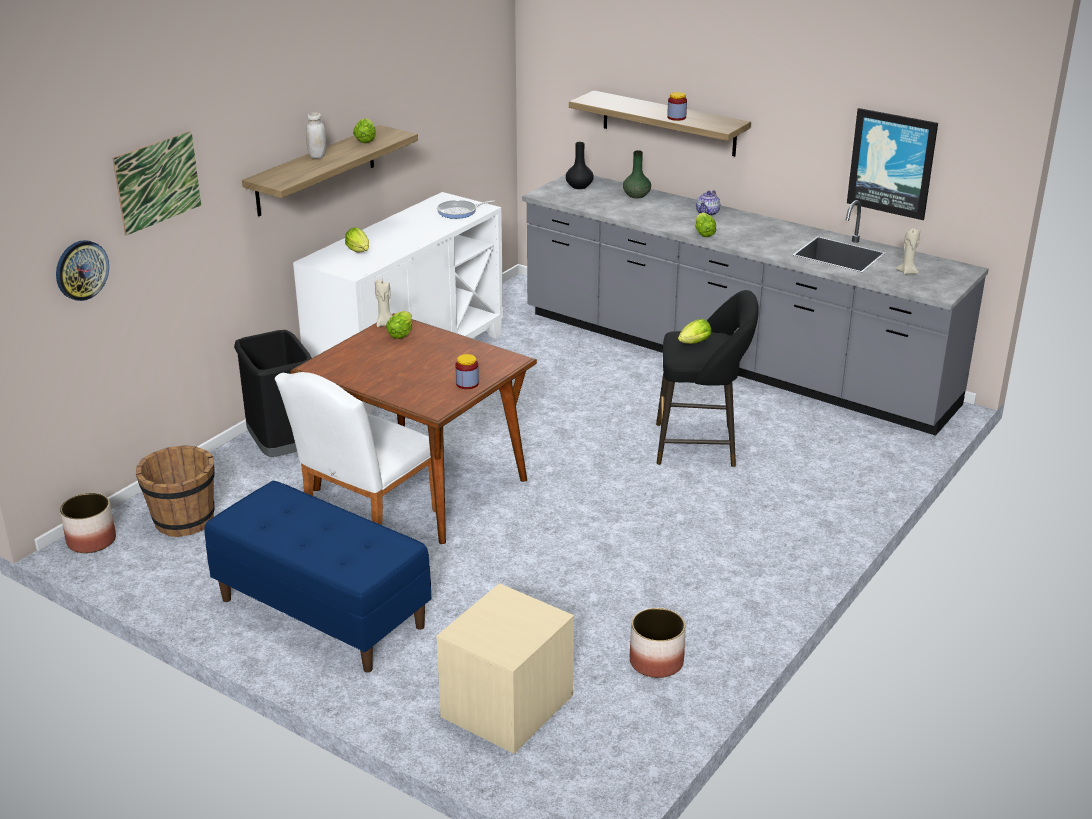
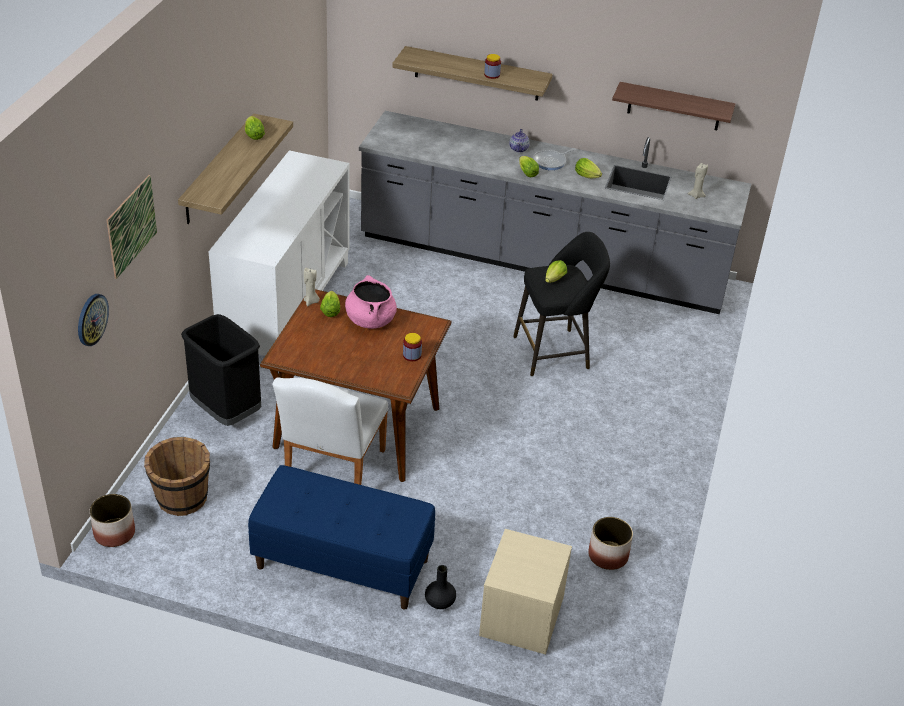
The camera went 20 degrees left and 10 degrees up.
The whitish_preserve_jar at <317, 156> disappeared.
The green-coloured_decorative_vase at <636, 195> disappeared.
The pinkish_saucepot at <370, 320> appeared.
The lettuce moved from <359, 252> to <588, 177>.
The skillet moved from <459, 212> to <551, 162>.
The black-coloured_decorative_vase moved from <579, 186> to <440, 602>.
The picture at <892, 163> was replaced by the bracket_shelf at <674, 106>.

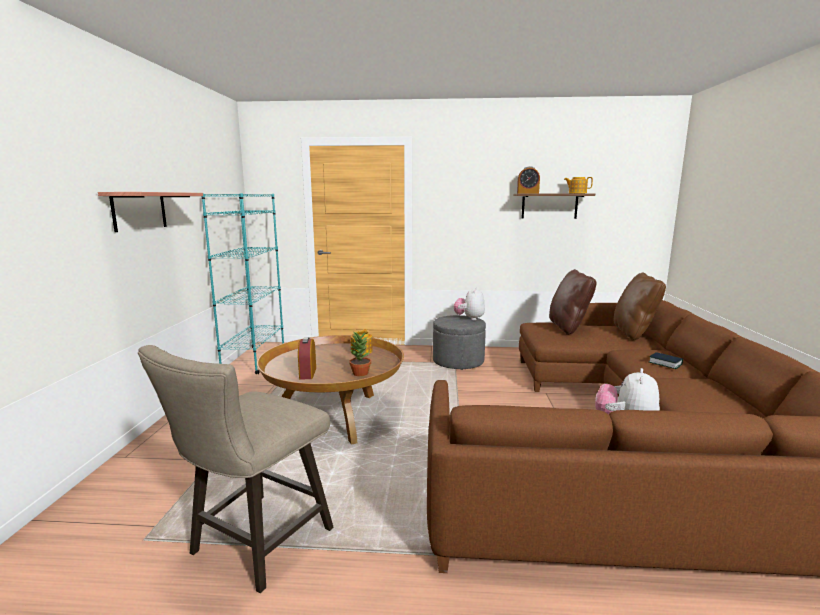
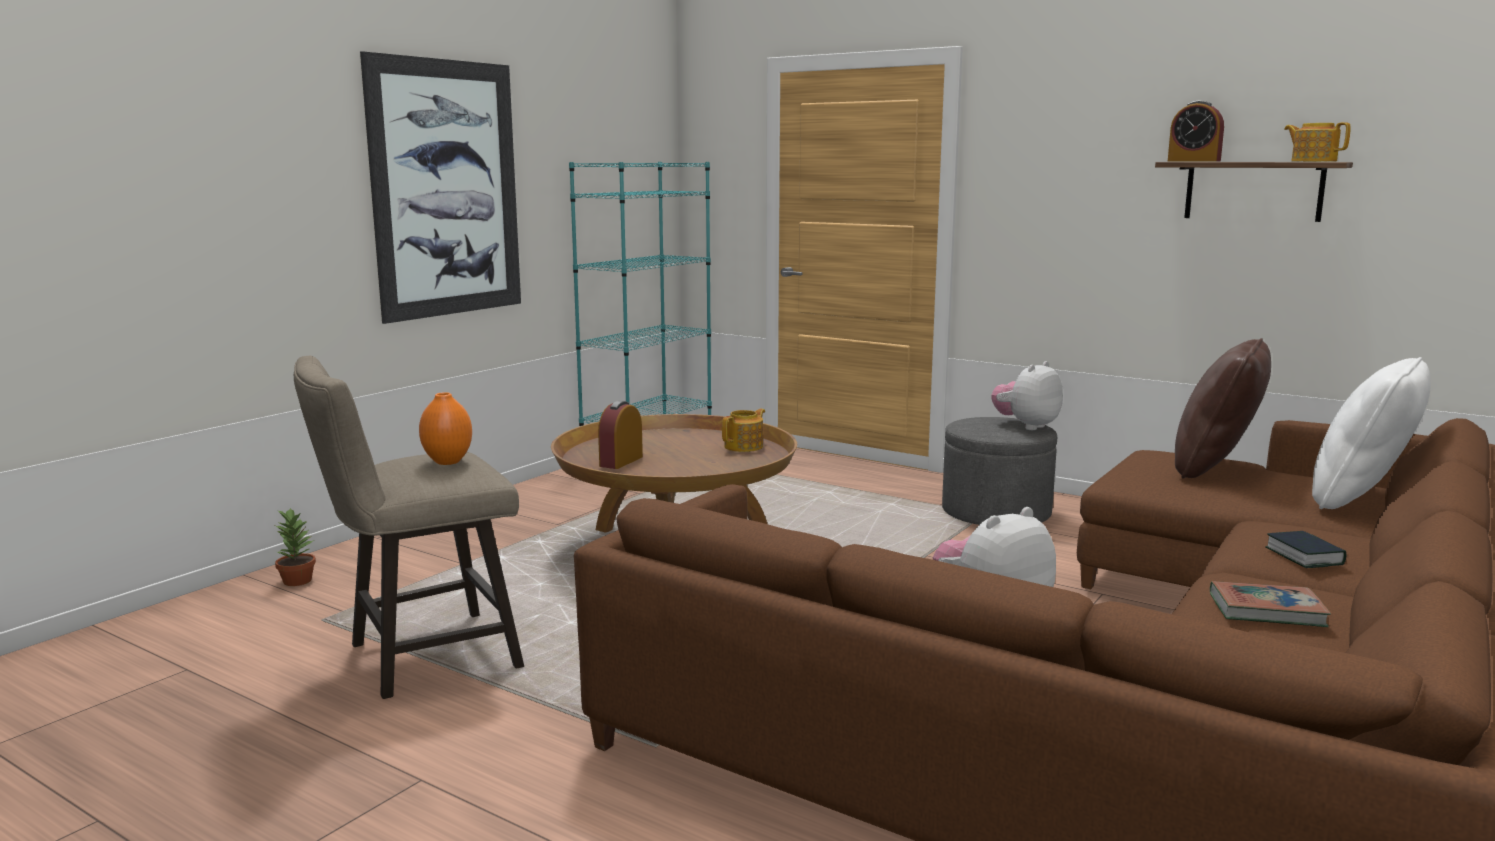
The camera went 30 degrees right and 0 degrees up.
The orange_decorative_vase at <447, 461> appeared.
The bound_book at <1266, 610> appeared.
The houseplant moved from <360, 373> to <297, 581>.
The bracket_shelf at <139, 211> was replaced by the picture at <446, 189>.
The brown-coloured_throw_pillow at <634, 333> became the whitish_throw_pillow at <1361, 499>.

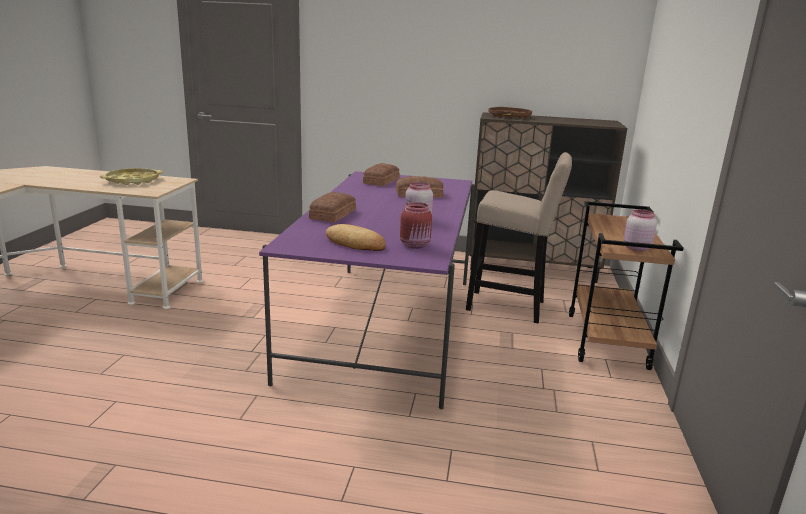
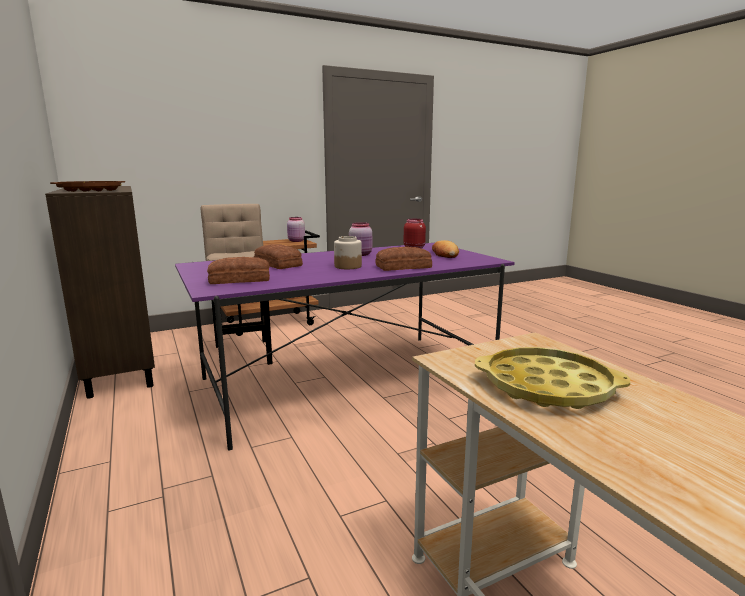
The camera went 125 degrees left and 5 degrees down.
The preserve_jar at <347, 266> appeared.

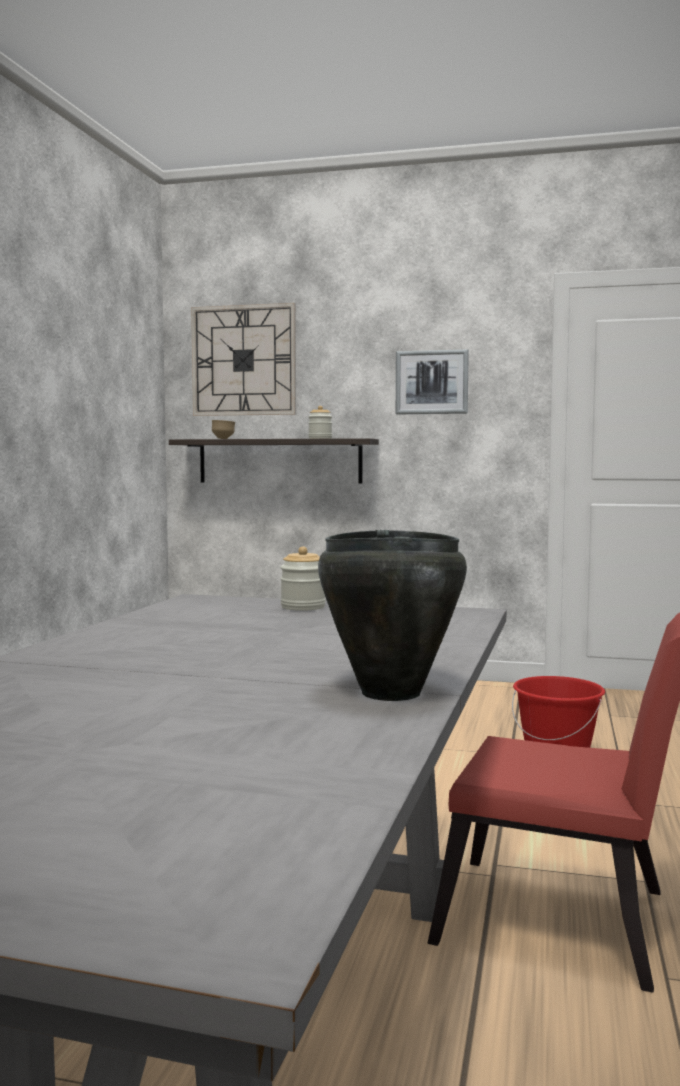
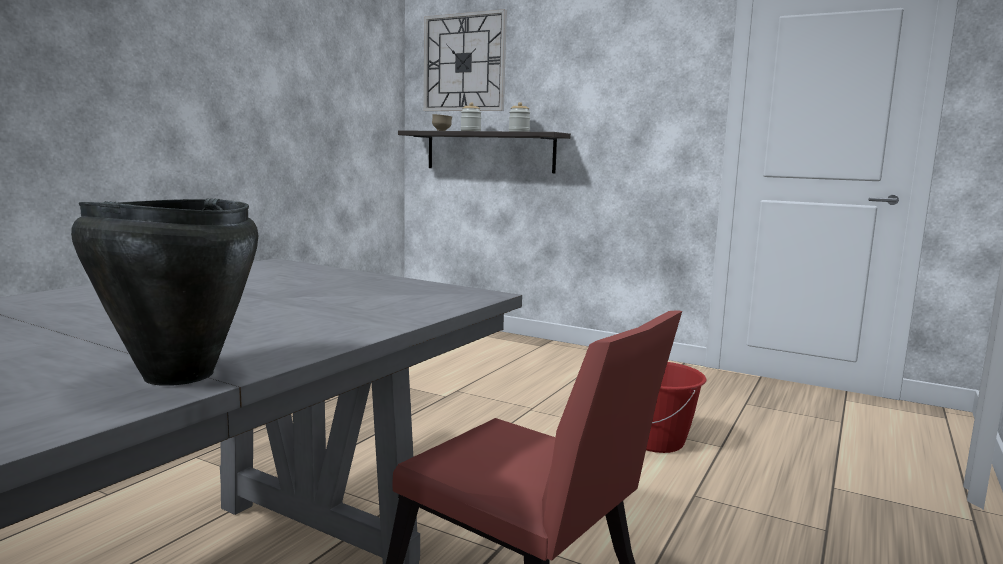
The camera went 15 degrees right and 5 degrees up.
The picture at <432, 382> disappeared.
The preserve_jar moved from <303, 607> to <470, 131>.

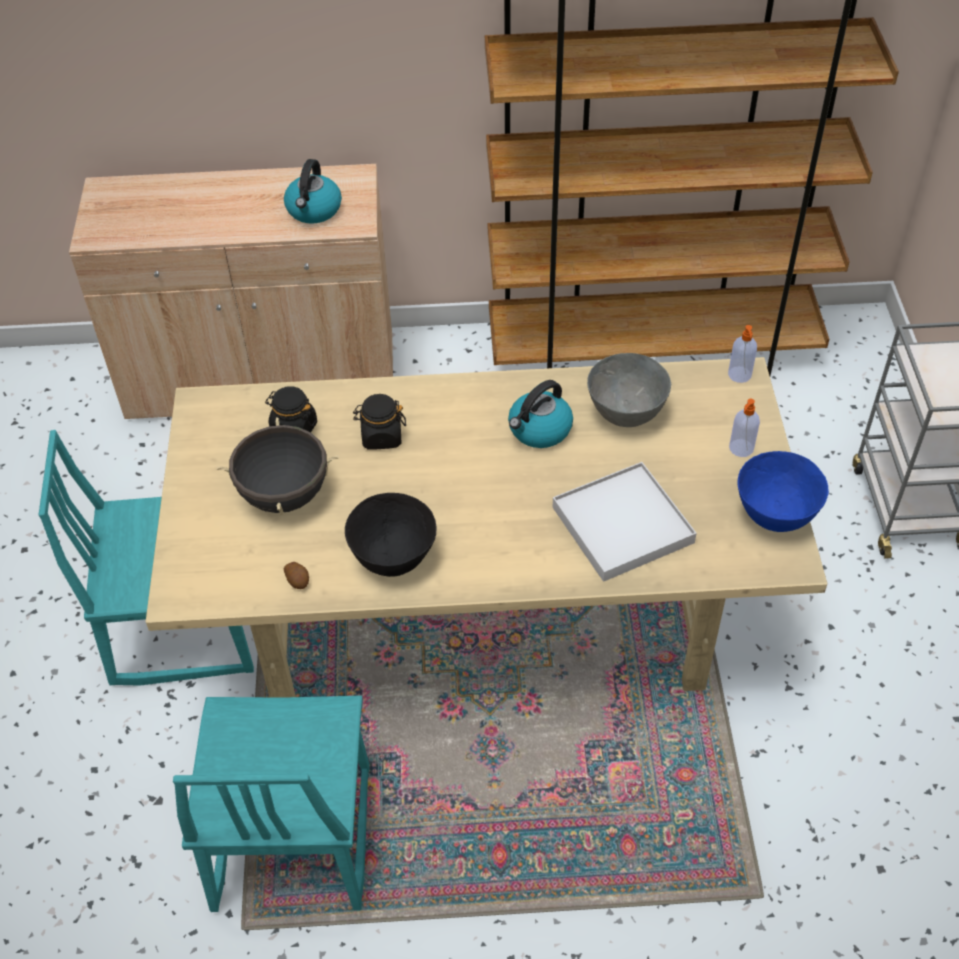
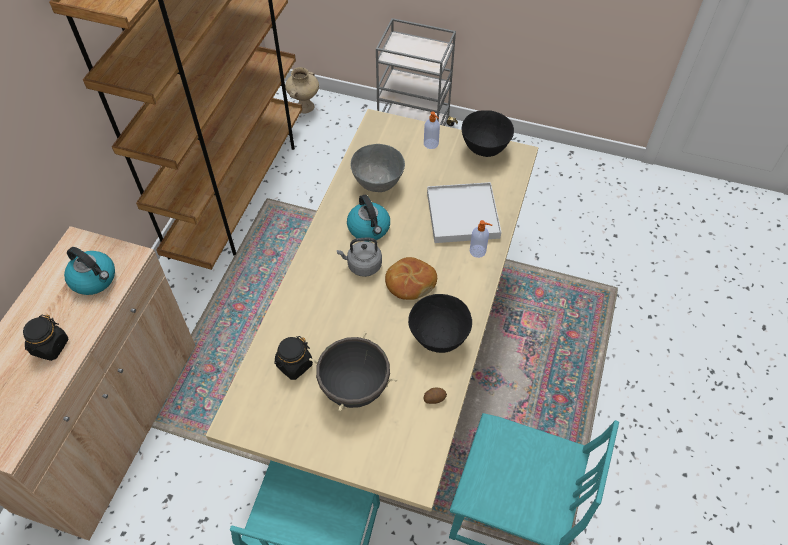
The camera went 70 degrees left and 5 degrees up.
The beige_decorative_vase at <304, 106> appeared.
The grey_kettle at <362, 265> appeared.
The bread at <410, 283> appeared.
The black-coloured_preserve_jar moved from <381, 436> to <50, 346>.
The liquid_soap_bottle moved from <739, 375> to <478, 251>.
The blue_bowl at <775, 516> became the black-coloured_bowl at <485, 148>.

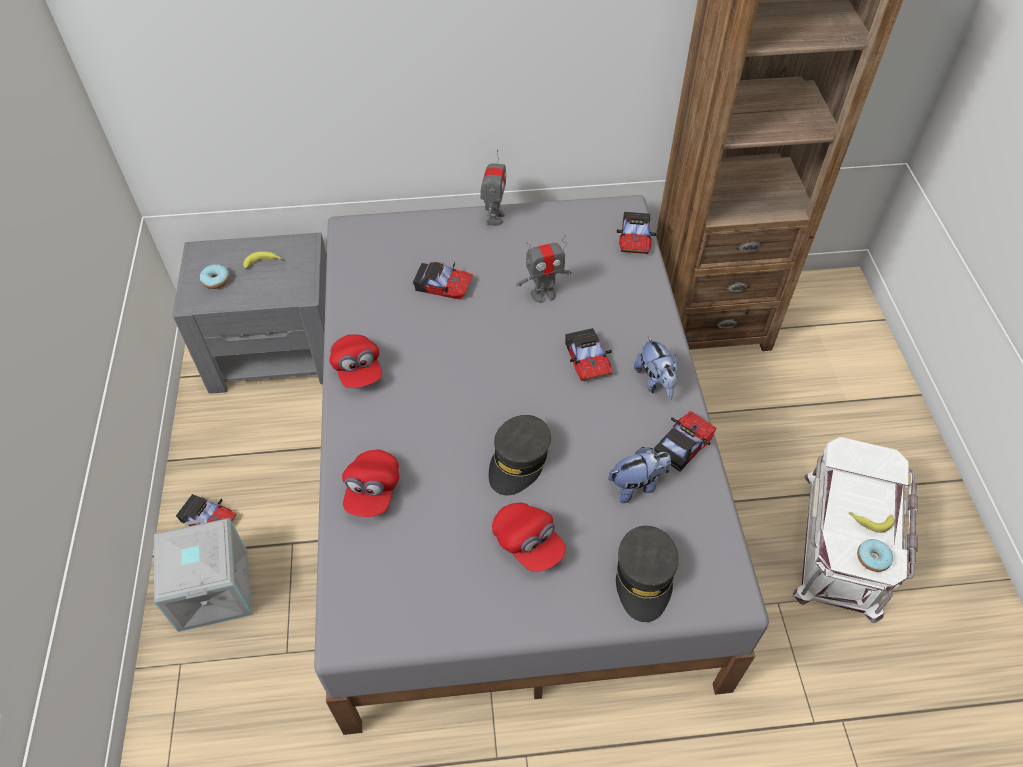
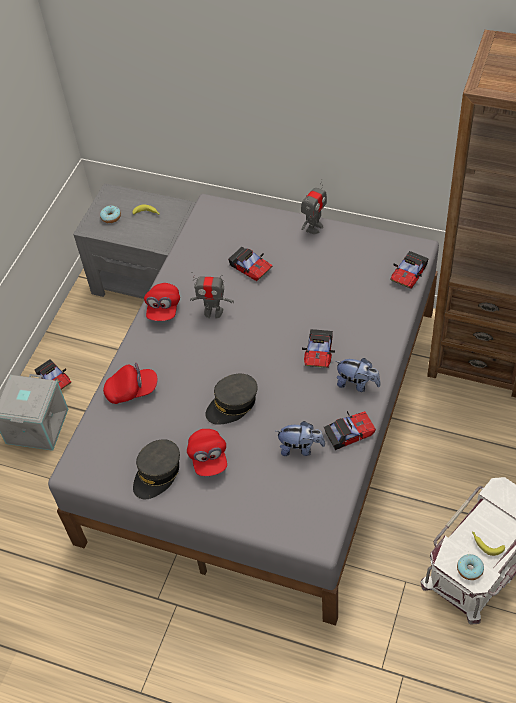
The camera went 30 degrees right and 0 degrees up.
The model_robot moved from <543, 294> to <213, 312>.
The grey_peaked_cap moved from <644, 578> to <157, 473>.
The red_peaked_cap at <372, 491> turned 135 degrees counterclockwise.
The cuddly_toy at <655, 382> turned 75 degrees counterclockwise.

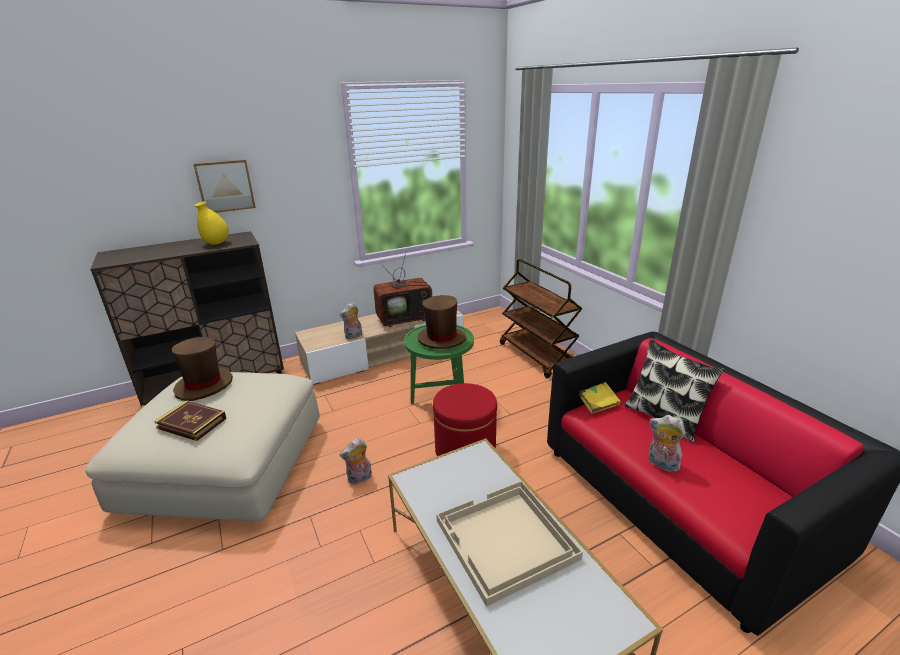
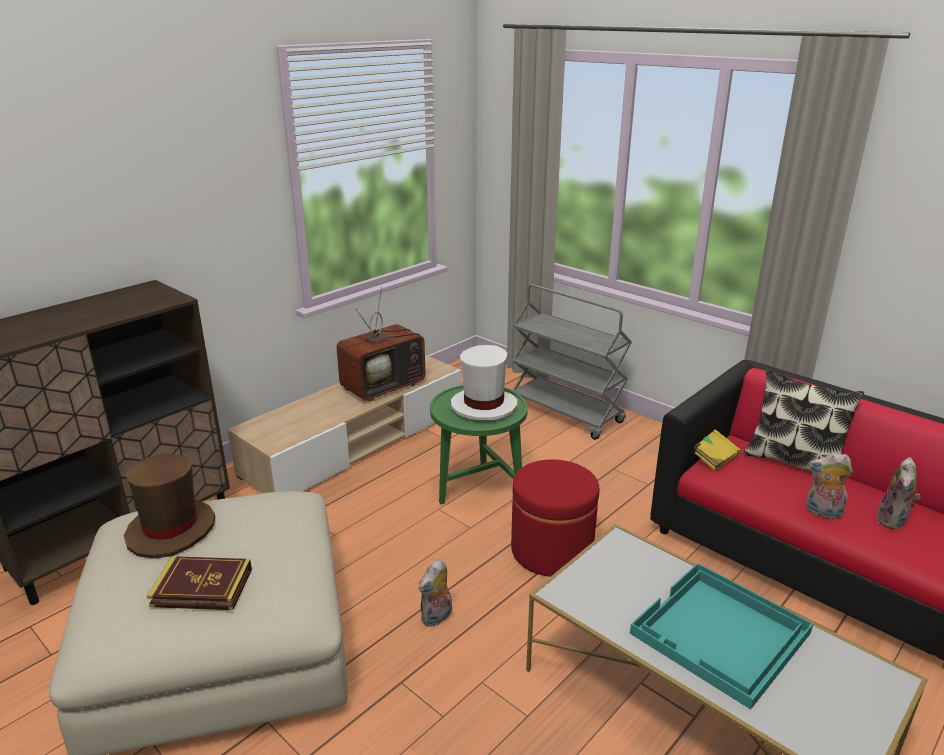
The camera went 20 degrees left and 0 degrees up.
The picture at <225, 186> disappeared.
The yellow_decorative_vase at <216, 243> disappeared.
The cuddly_toy moved from <353, 336> to <893, 521>.
The brown-coloured_wearable_hat at <441, 339> became the whitish_wearable_hat at <483, 406>.
The beige_carrying_tray at <505, 540> became the turquoise-coloured_carrying_tray at <720, 634>.
The brown-coloured_wheeled_cart at <537, 356> became the grey_wheeled_cart at <566, 413>.

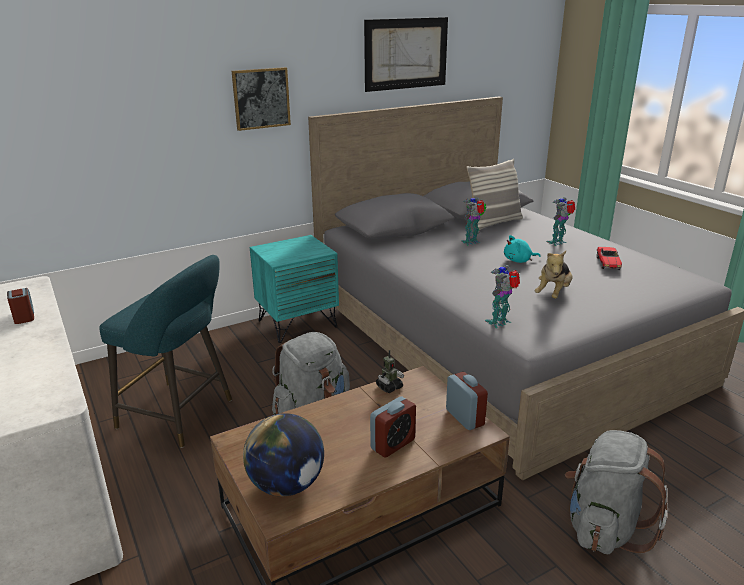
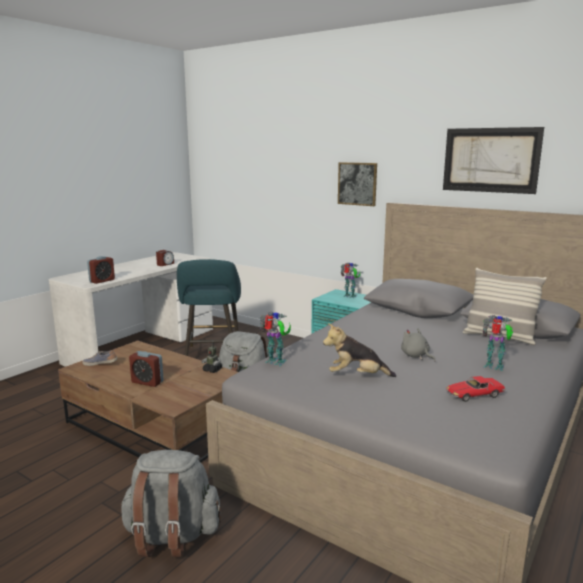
The camera went 65 degrees right and 10 degrees down.
The alarm_clock moved from <464, 417> to <102, 281>.
The model_robot moved from <472, 242> to <350, 296>.
The world_globe at <286, 485> was replaced by the shoe at <100, 364>.
The turquoise-coloured_cuddly_toy at <519, 261> became the grey_cuddly_toy at <416, 356>.

